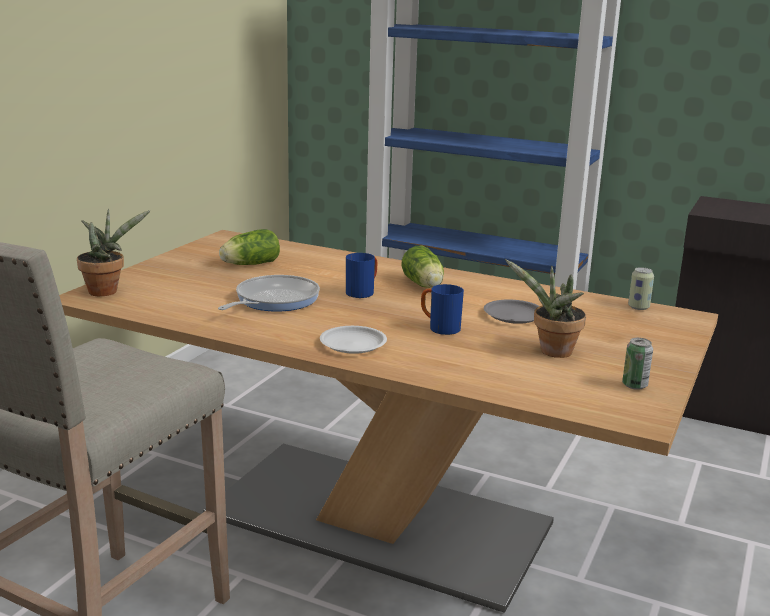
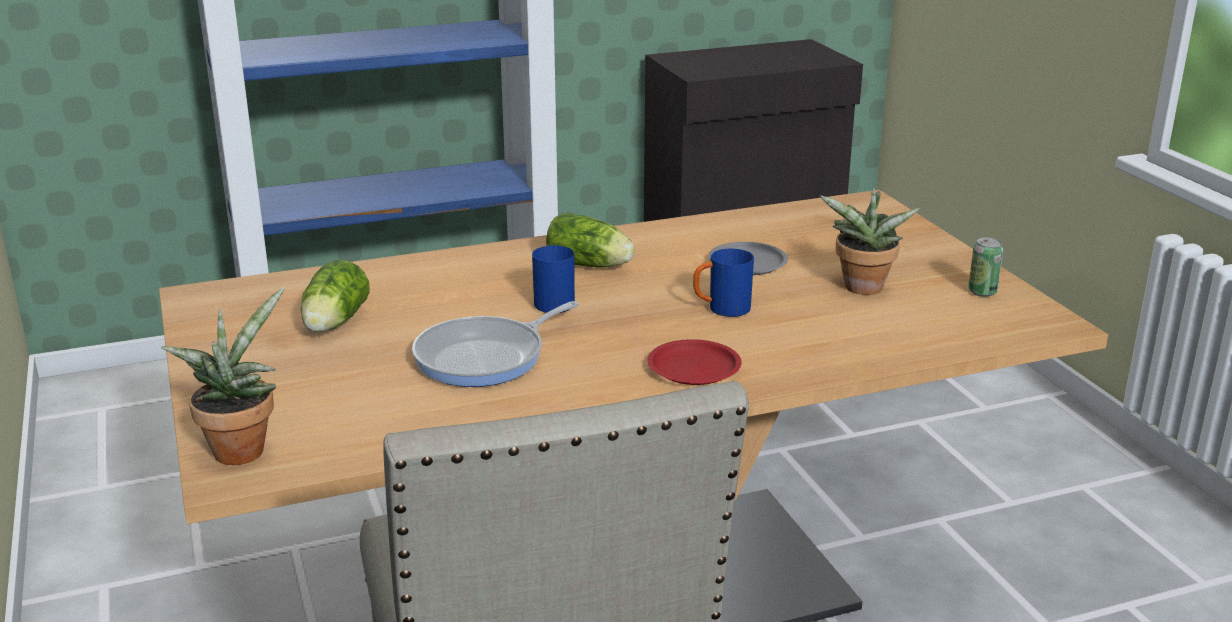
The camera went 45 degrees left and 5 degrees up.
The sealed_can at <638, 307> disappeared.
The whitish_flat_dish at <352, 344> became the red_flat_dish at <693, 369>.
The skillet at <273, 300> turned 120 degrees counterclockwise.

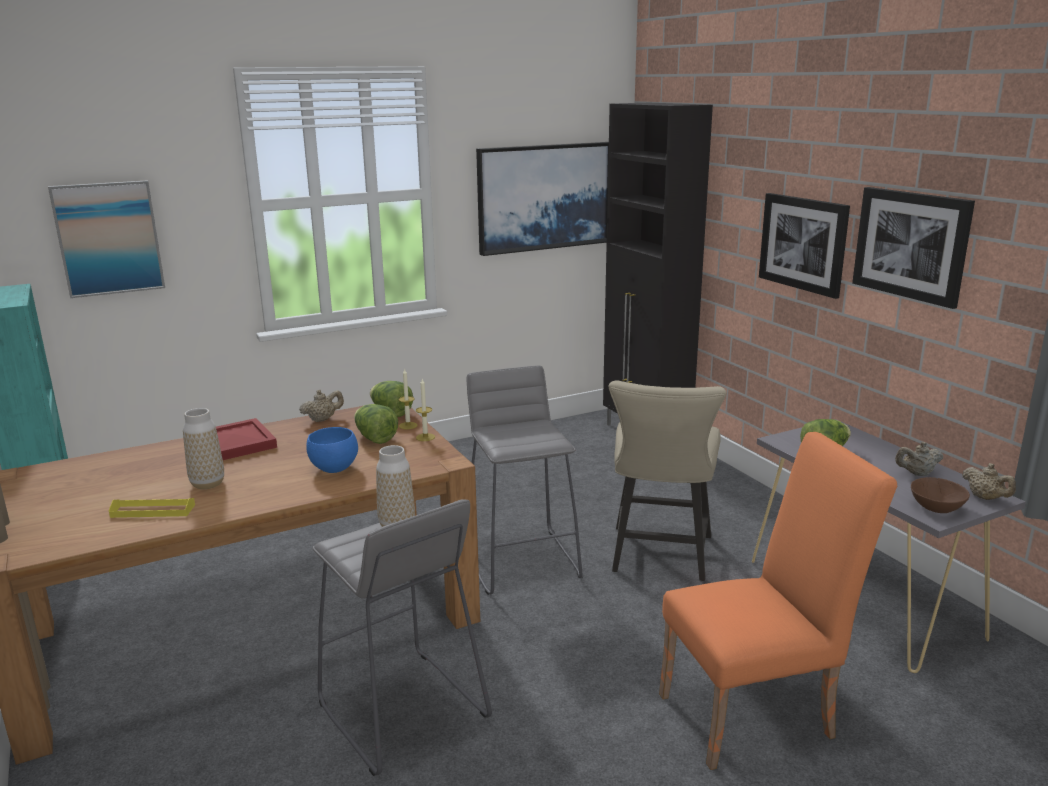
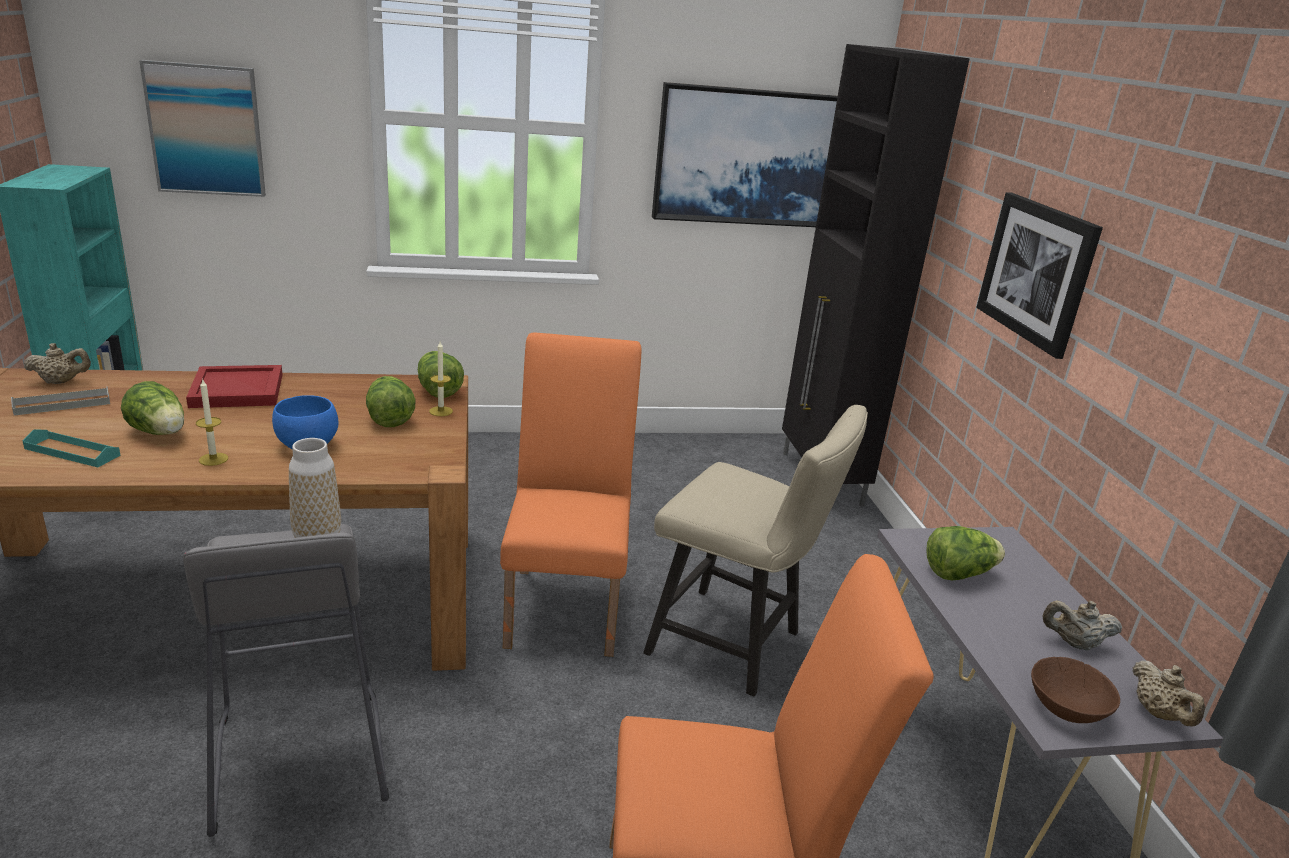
The camera went 15 degrees right and 5 degrees up.
The picture at <911, 245> disappeared.
The grey_carrying_tray at <62, 404> appeared.
The beige_teapot moved from <323, 419> to <61, 382>.
The wax_light moved from <425, 437> to <213, 459>.
The decorative_vase at <207, 484> was replaced by the lettuce at <160, 433>.
The grey_sitting_stool at <522, 560> was replaced by the orange_upright_chair at <567, 602>.
The yellow_carrying_tray at <153, 511> became the turquoise-coloured_carrying_tray at <72, 452>.
The beige_upright_chair at <660, 557> turned 90 degrees counterclockwise.

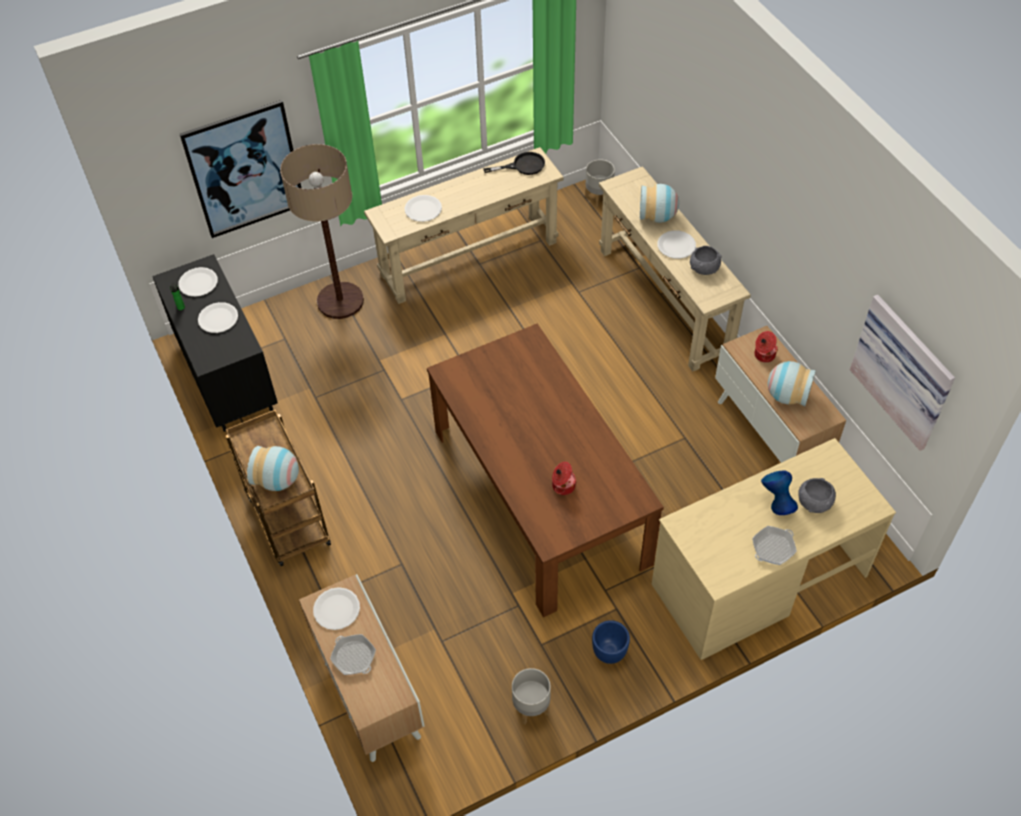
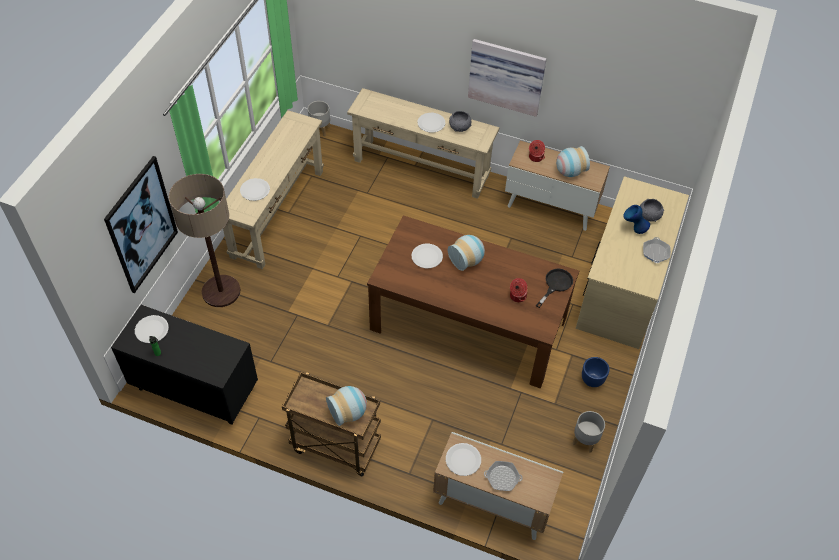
The camera went 45 degrees left and 0 degrees up.
The whitish_flat_dish moved from <218, 318> to <427, 256>.
The black-coloured_skillet moved from <523, 166> to <555, 285>.
The decorative_vase moved from <657, 216> to <467, 260>.
The picture moved from <904, 370> to <507, 75>.

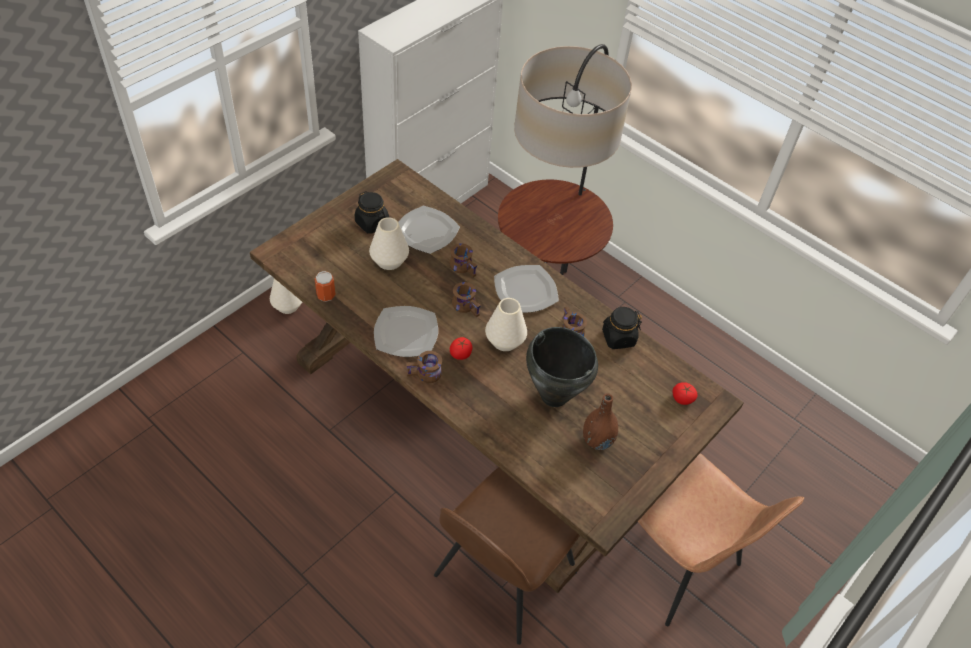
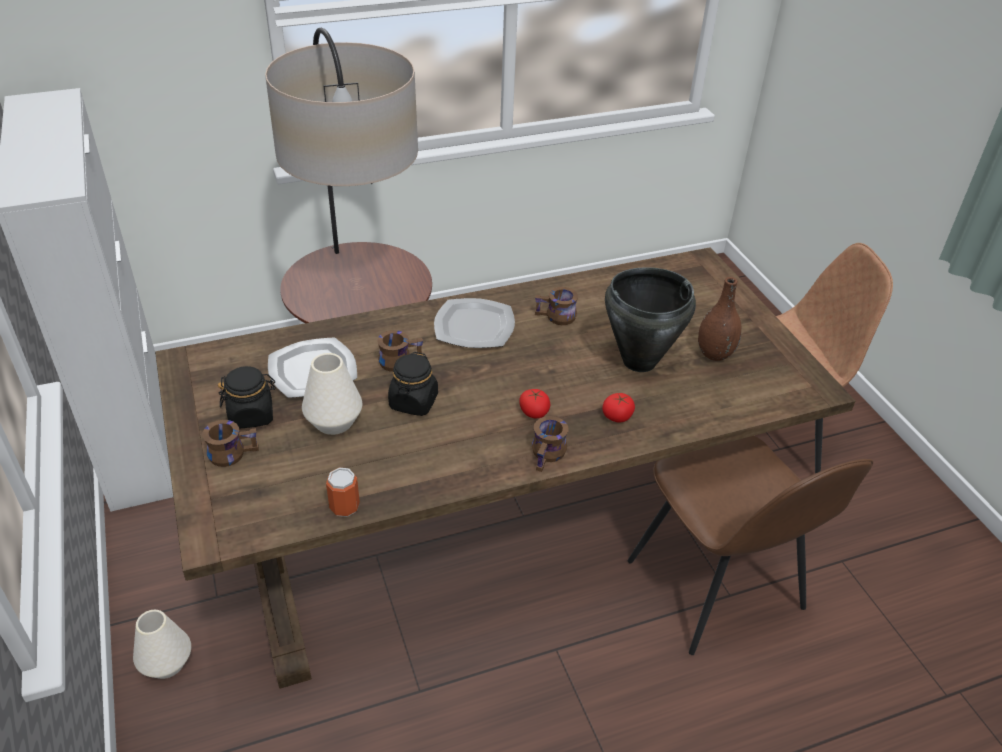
The camera went 60 degrees left and 10 degrees down.
The flat_dish at <405, 333> disappeared.
The whitish_decorative_vase at <505, 341> disappeared.
The brown-coloured_coffee_mug moved from <467, 305> to <232, 451>.
The black-coloured_preserve_jar moved from <618, 338> to <413, 402>.
The tomato moved from <682, 398> to <617, 416>.

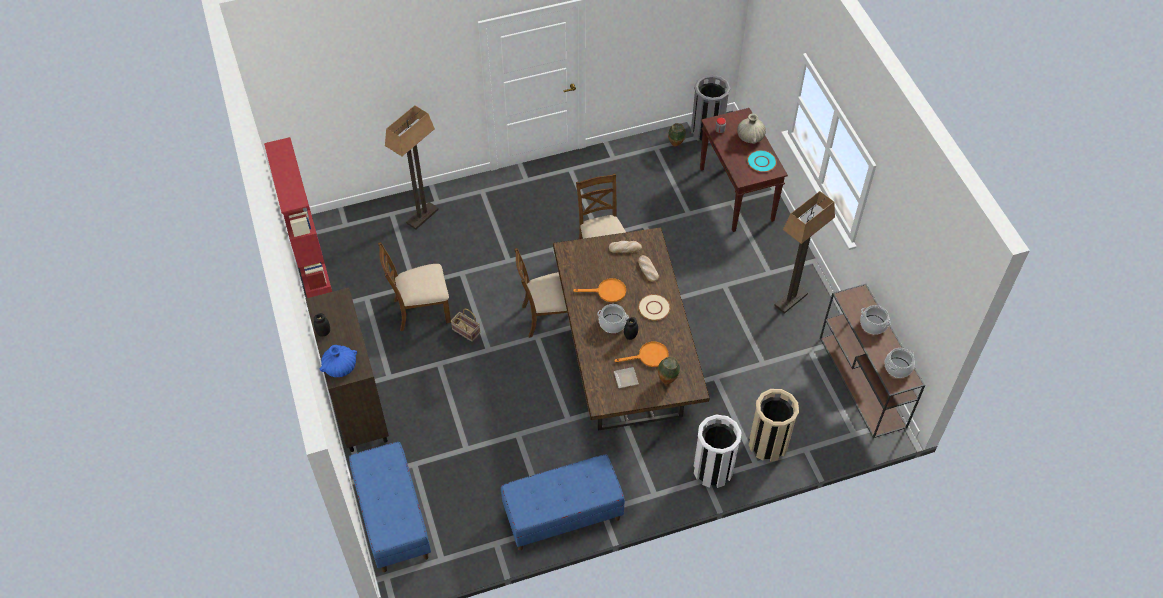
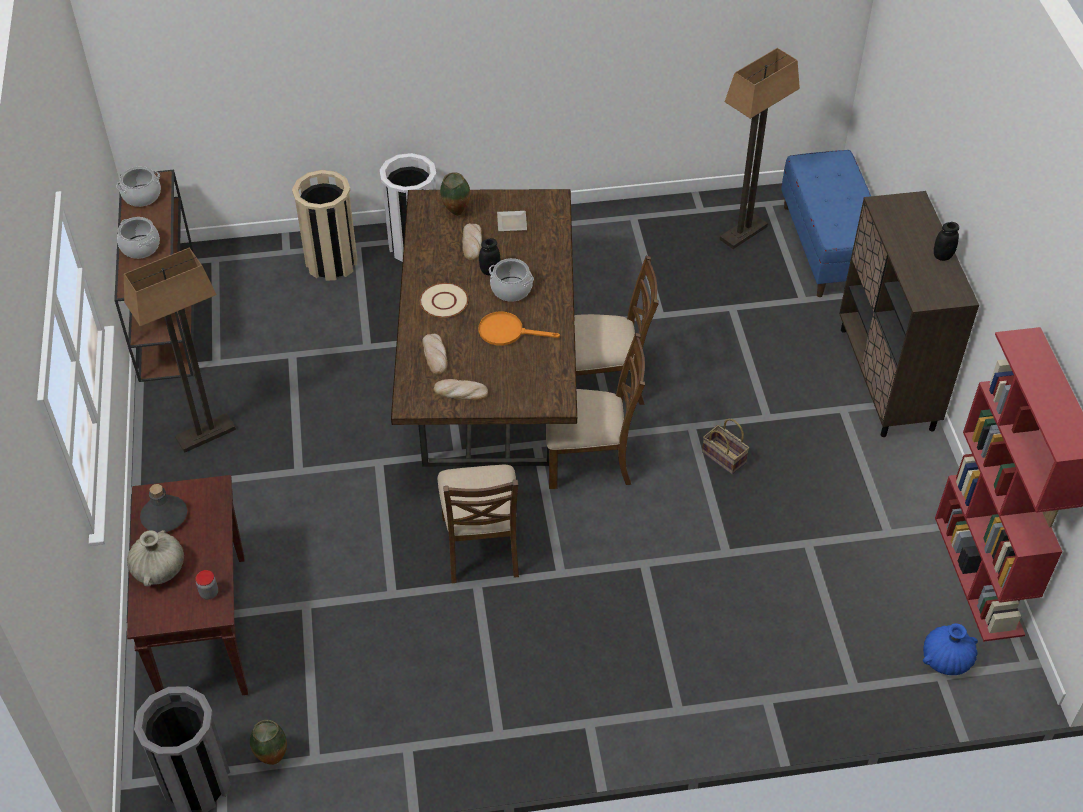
The camera went 170 degrees left and 5 degrees down.
The blue_long_seat at <562, 515> disappeared.
The blue_decorative_vase moved from <340, 367> to <946, 660>.
The brown-coloured_upright_chair moved from <421, 310> to <603, 383>.
The floor_lamp moved from <422, 216> to <743, 233>.
The orange_skillet at <649, 356> was replaced by the bread at <472, 243>.
The turquoise-coloured_flat_dish at <761, 162> was replaced by the grey_drink_bottle at <165, 516>.

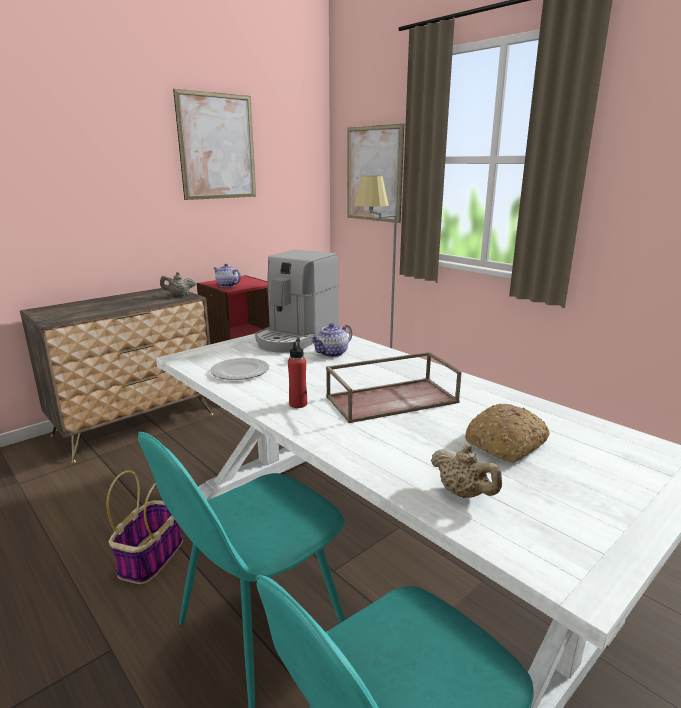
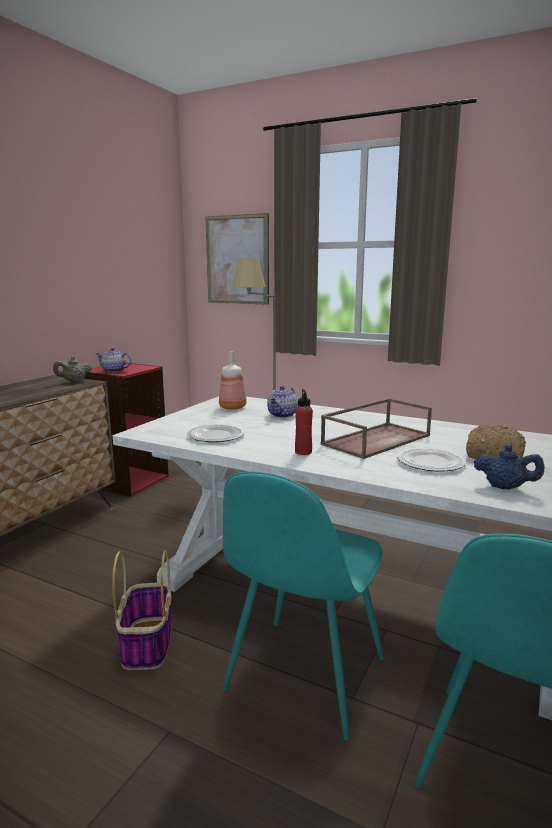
The camera went 20 degrees left and 5 degrees down.
The picture at <217, 147> disappeared.
The flat_dish at <431, 462> appeared.
The coffee_machine at <296, 338> was replaced by the drink_bottle at <233, 407>.
The beige_teapot at <463, 494> became the blue_teapot at <505, 487>.

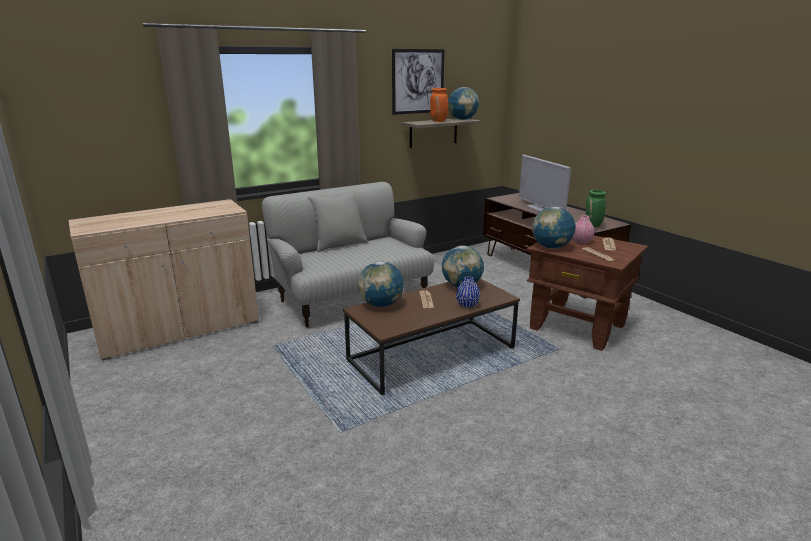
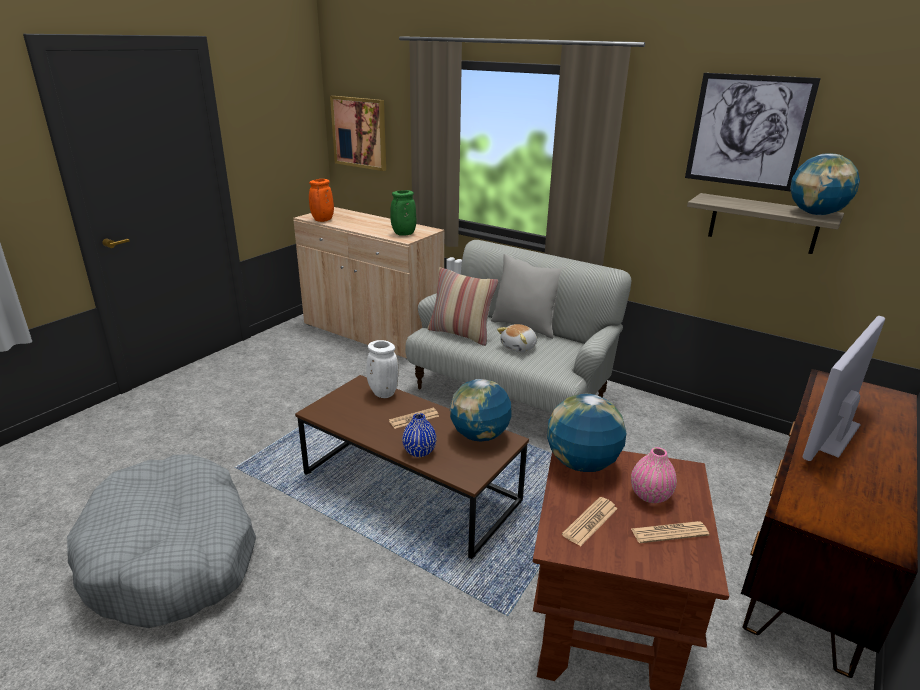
The camera went 65 degrees right and 5 degrees up.
The grey_pet_bed at <172, 555> appeared.
The picture at <359, 132> appeared.
The throw_pillow at <461, 334> appeared.
The cuddly_toy at <519, 347> appeared.
The orange_decorative_vase moved from <439, 121> to <322, 220>.
The green-coloured_decorative_vase moved from <593, 225> to <403, 234>.
The world_globe at <381, 304> was replaced by the whitish_decorative_vase at <382, 393>.

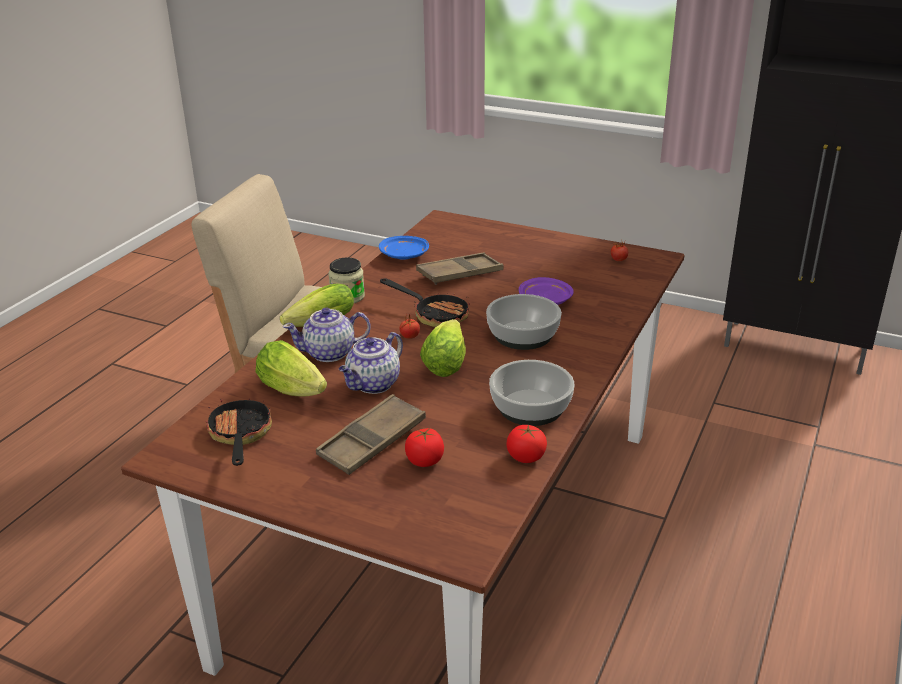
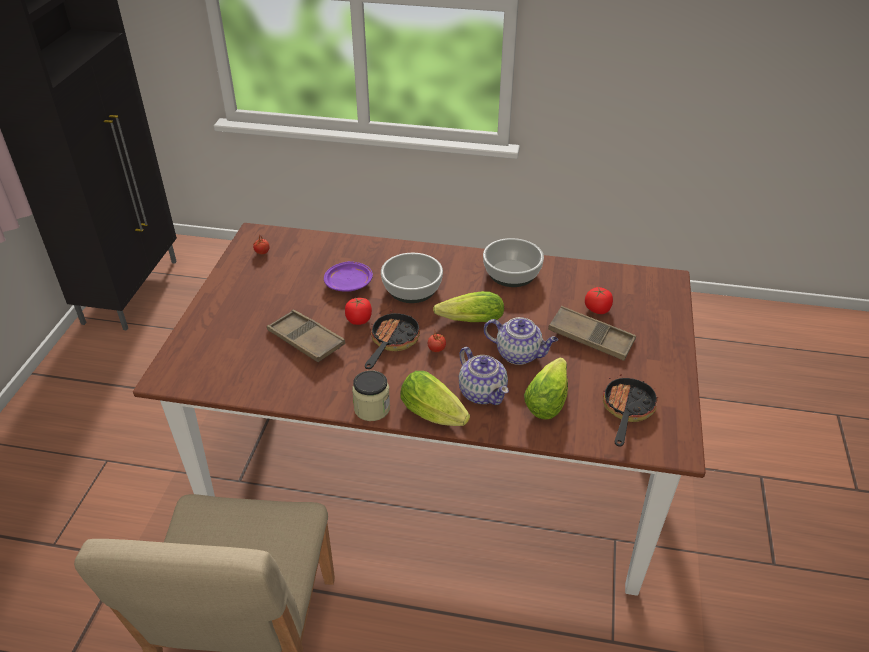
The camera went 105 degrees left and 10 degrees up.
The blue_flat_dish at <405, 255> disappeared.
The tomato moved from <526, 457> to <359, 320>.
The skillet at <240, 436> turned 135 degrees clockwise.

